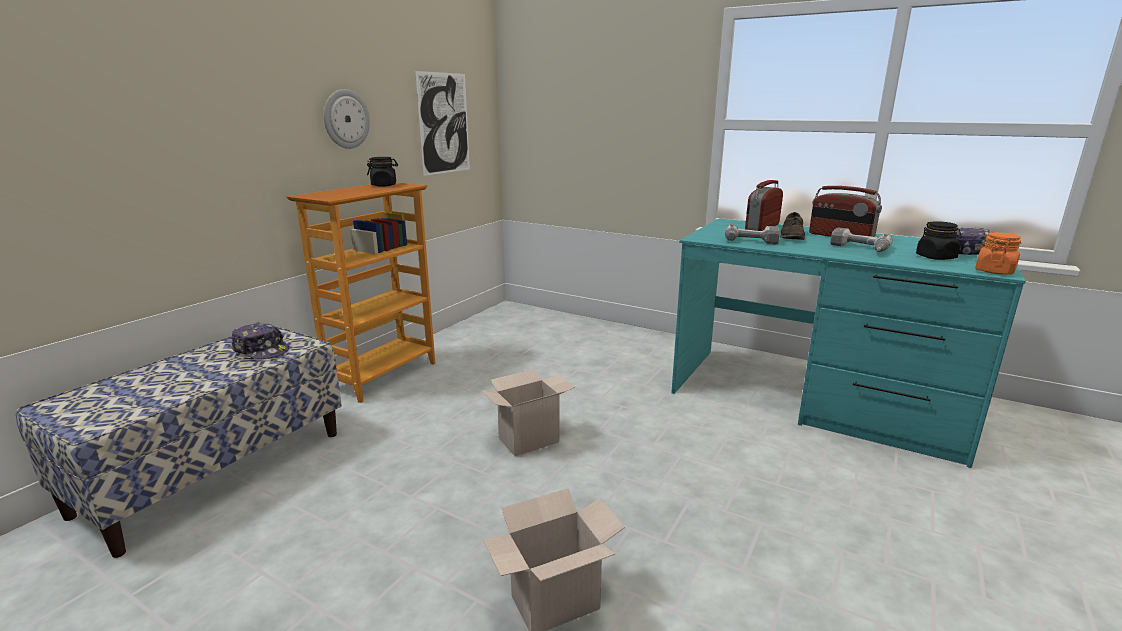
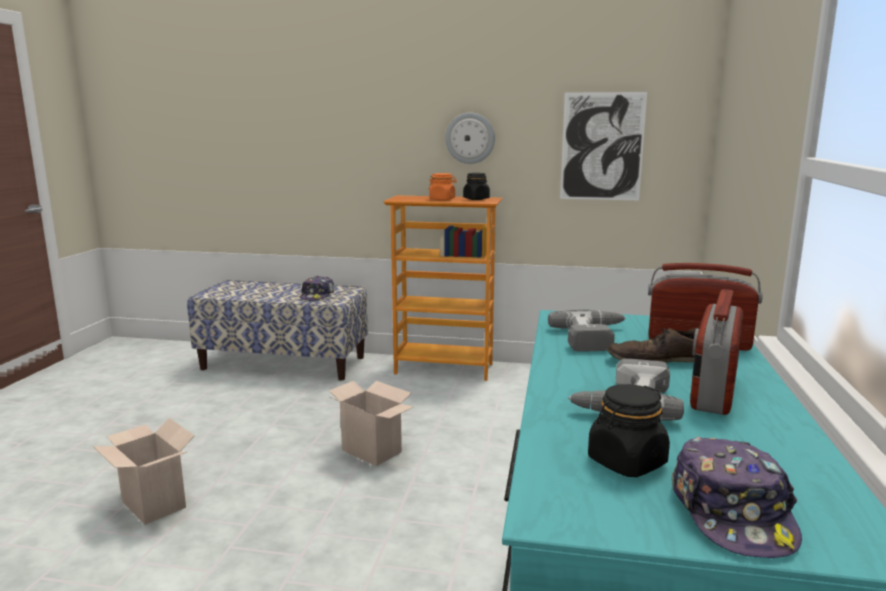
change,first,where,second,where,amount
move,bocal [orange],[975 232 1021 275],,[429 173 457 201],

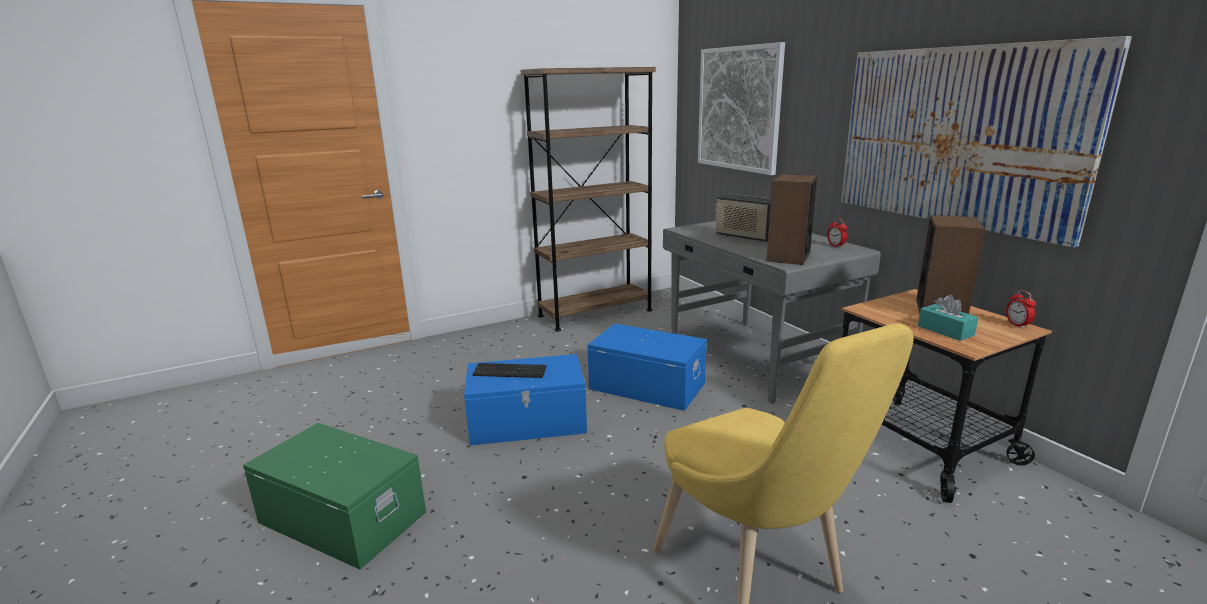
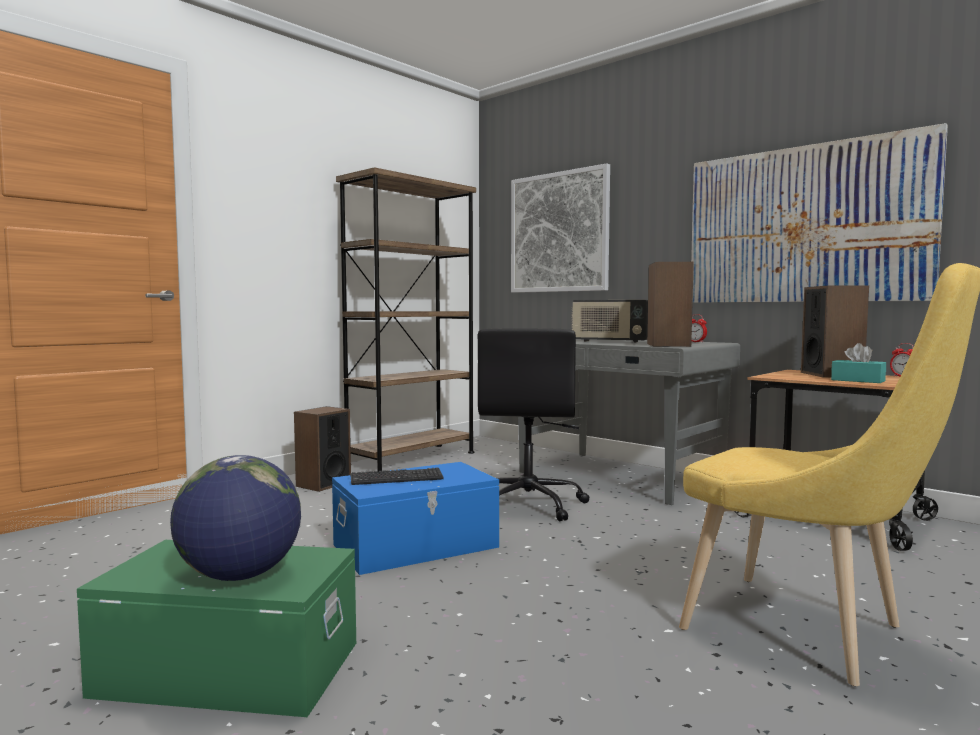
change,first,where,second,where,amount
replace,boîte de rangement [bleu],[587 324 707 411],chaise de bureau [noir],[478 328 590 521],
insert,,,globe,[170 455 301 581],
insert,,,enceinte,[294 406 351 492],

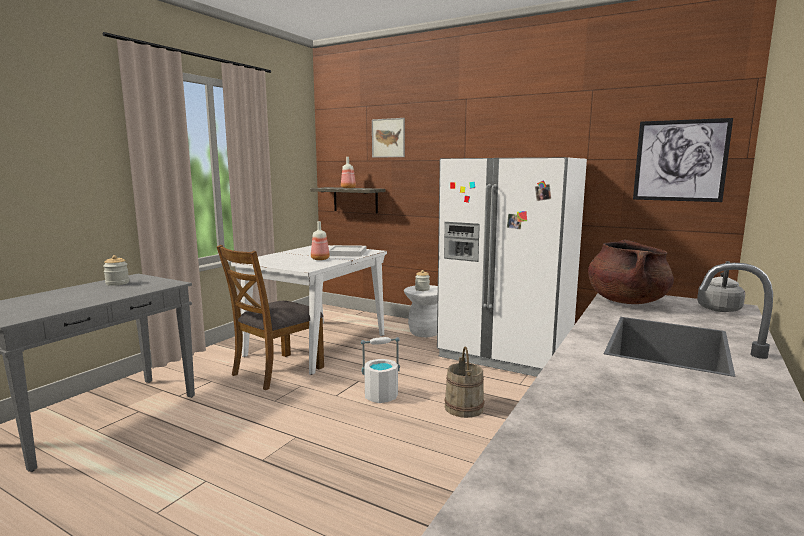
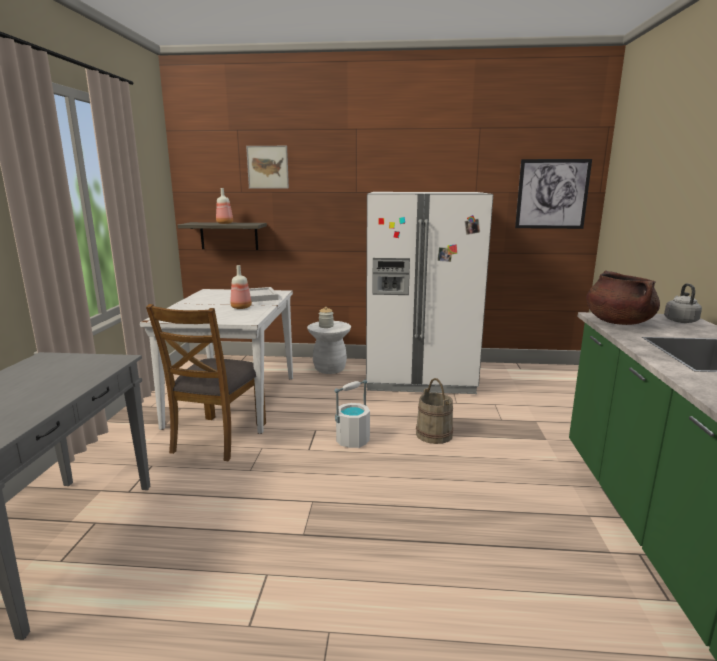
change,first,where,second,where,amount
delete,bocal,[103 255 129 286],,,

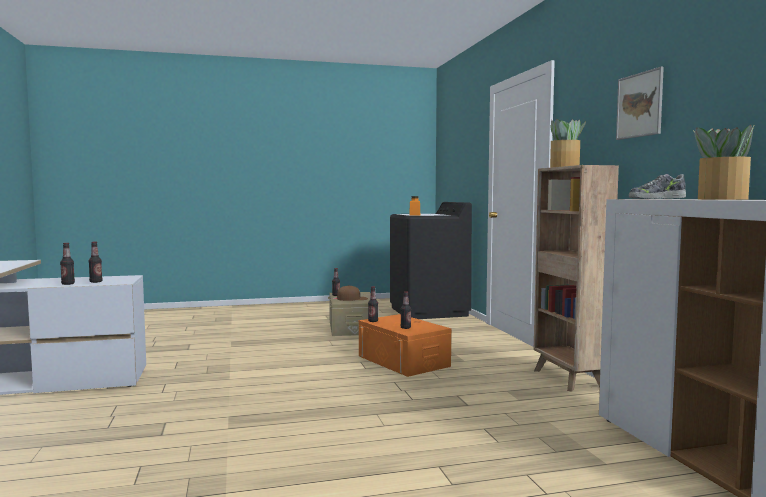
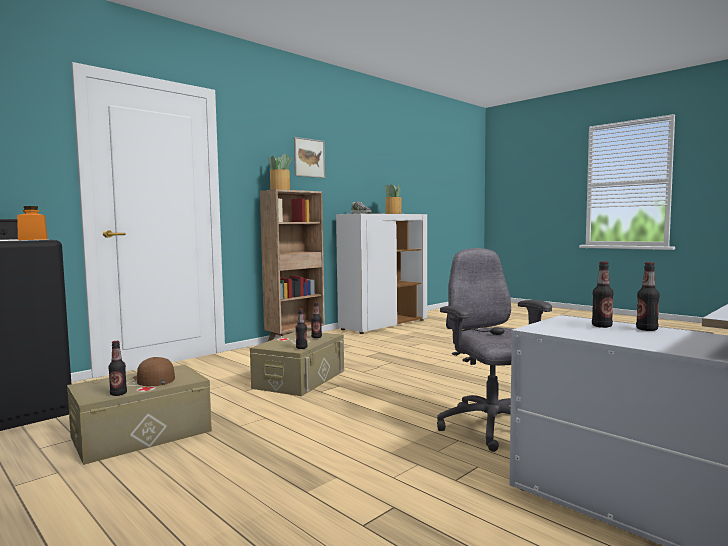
change,first,where,second,where,amount
recolor,boîte de rangement [orange],[359 314 451 377],boîte de rangement [beige],[250 331 344 396],
insert,,,chaise de bureau [gris],[437 248 552 452],

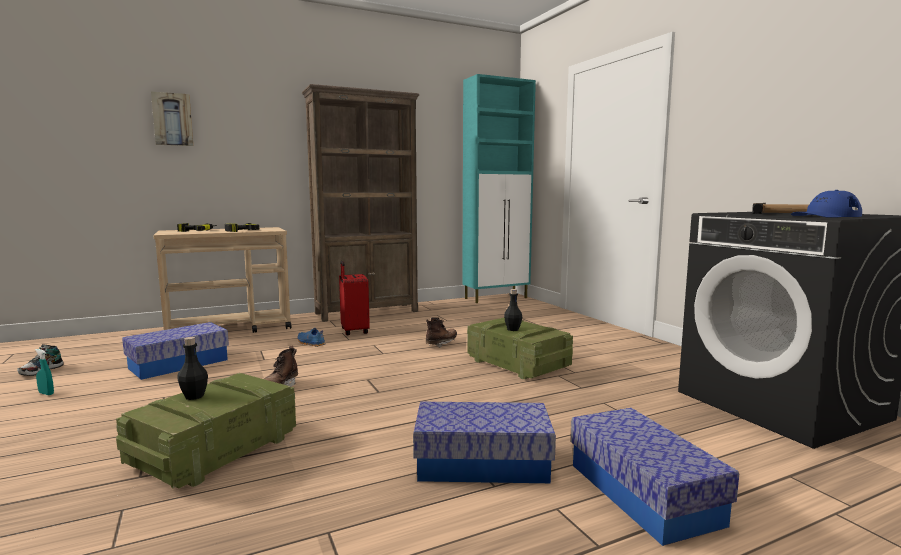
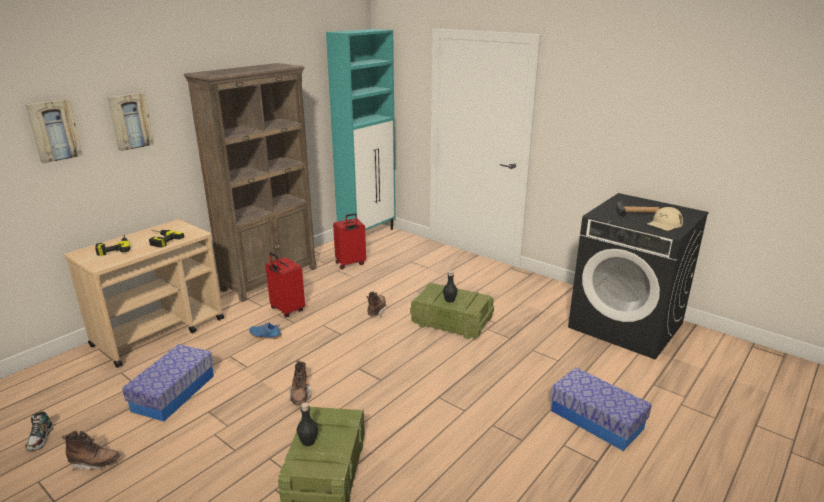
change,first,where,second,where,amount
replace,vaporisateur [turquoise],[35 349 54 395],botte [marron],[62 431 120 471],
delete,boîte de rangement,[413 402 556 483],,,
recolor,casquette [bleu],[791 190 862 218],casquette [beige],[647 207 683 231],
insert,,,tableau,[107 93 154 151],
insert,,,valise [rouge],[333 213 366 269],

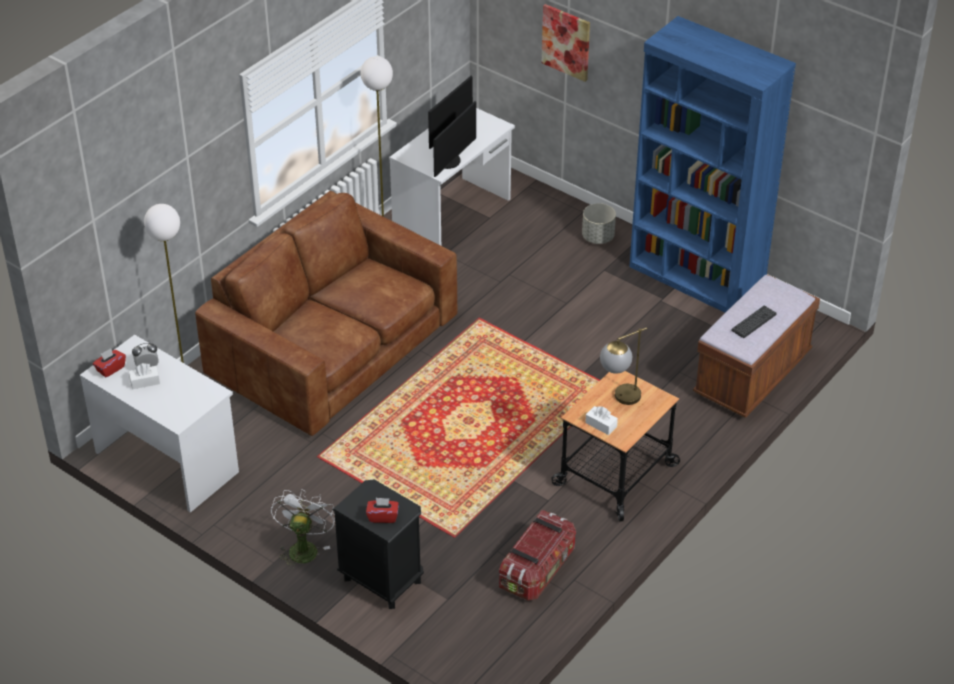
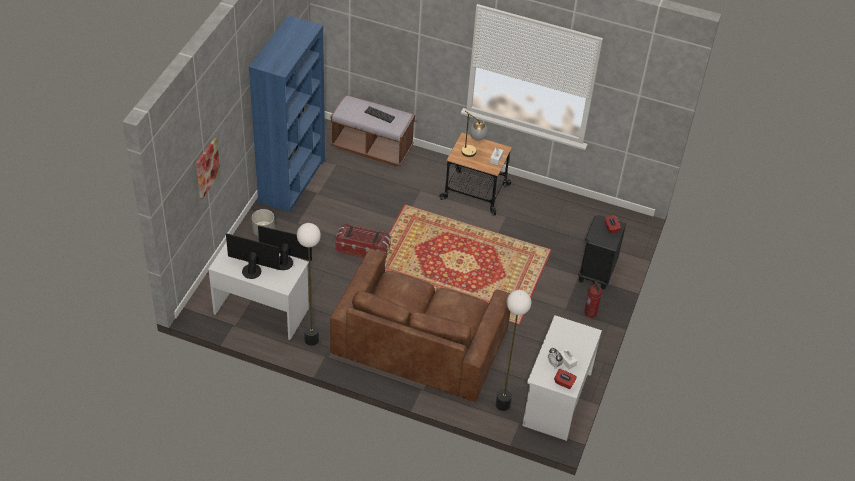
change,first,where,second,where,amount
replace,ventilateur [blanc],[271 489 335 569],extincteur,[584 281 602 318],
move,boîte de rangement,[499 510 576 601],,[336 224 391 260],

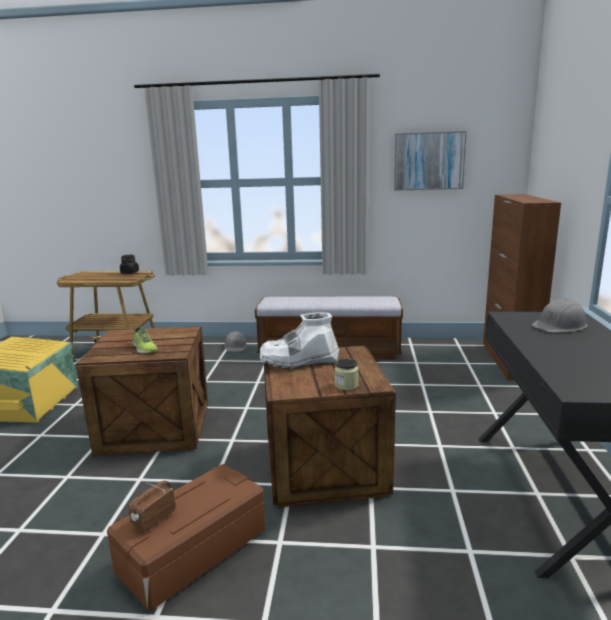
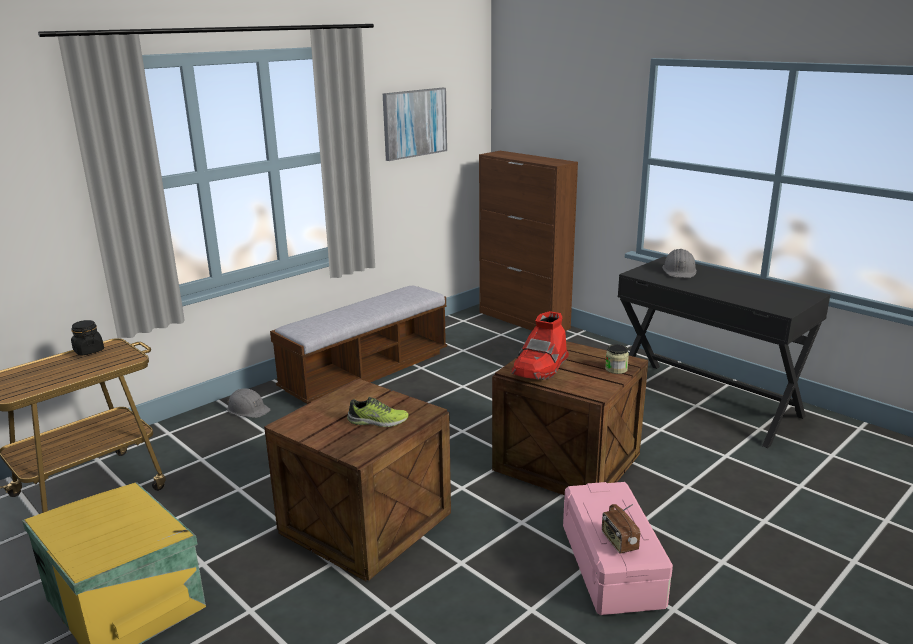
change,first,where,second,where,amount
recolor,boîte de rangement [marron],[107 464 265 610],boîte de rangement [rose],[563 482 673 615],
recolor,botte [blanc],[260 312 339 370],botte [rouge],[512 311 569 380],

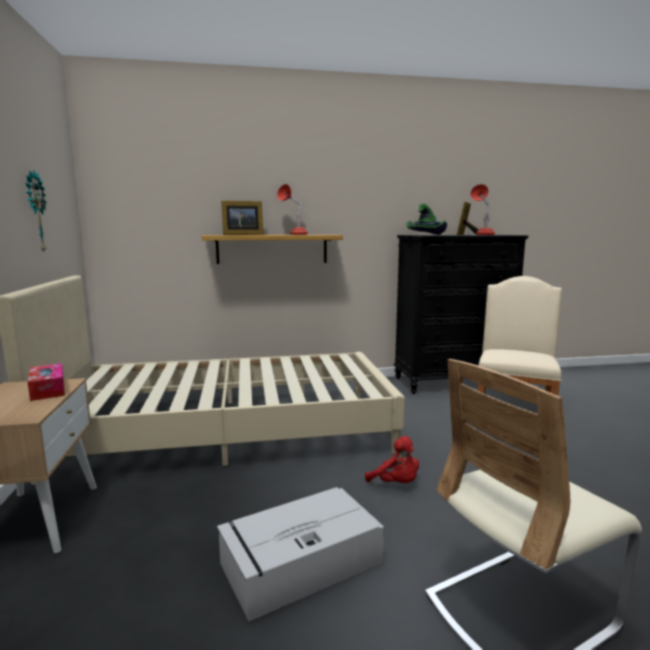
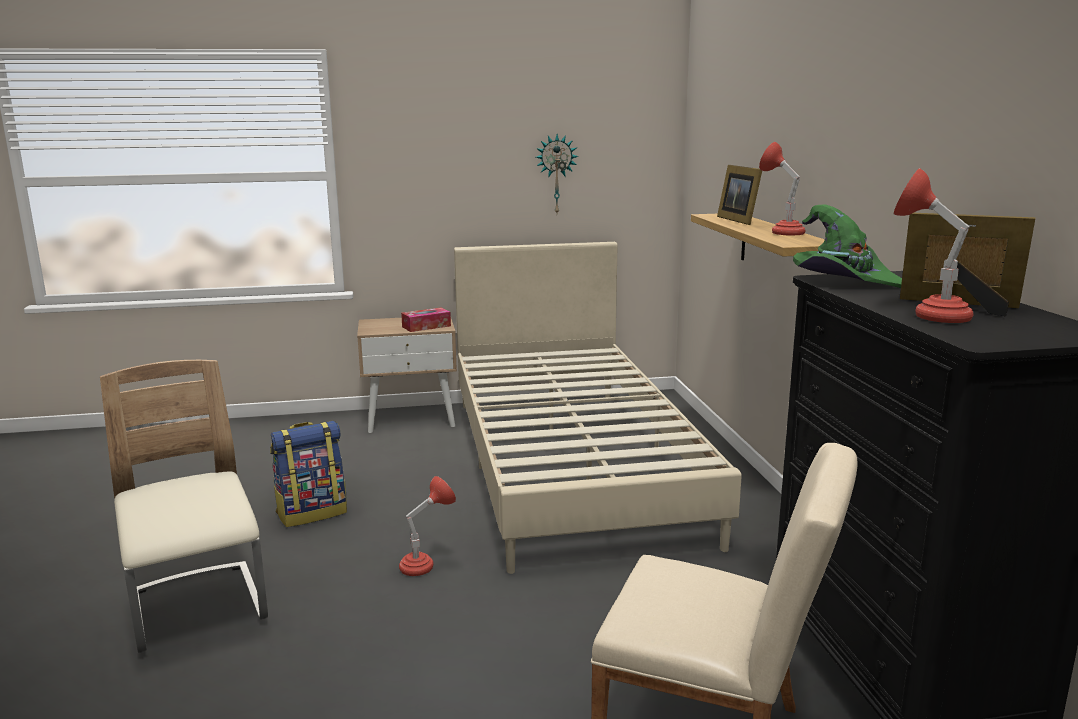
change,first,where,second,where,amount
replace,boîte de rangement [gris],[217 487 384 622],sac à dos,[270 421 347 527],
replace,peluche [rouge],[365 436 419 483],lampe de table [rouge],[399 476 456 576],

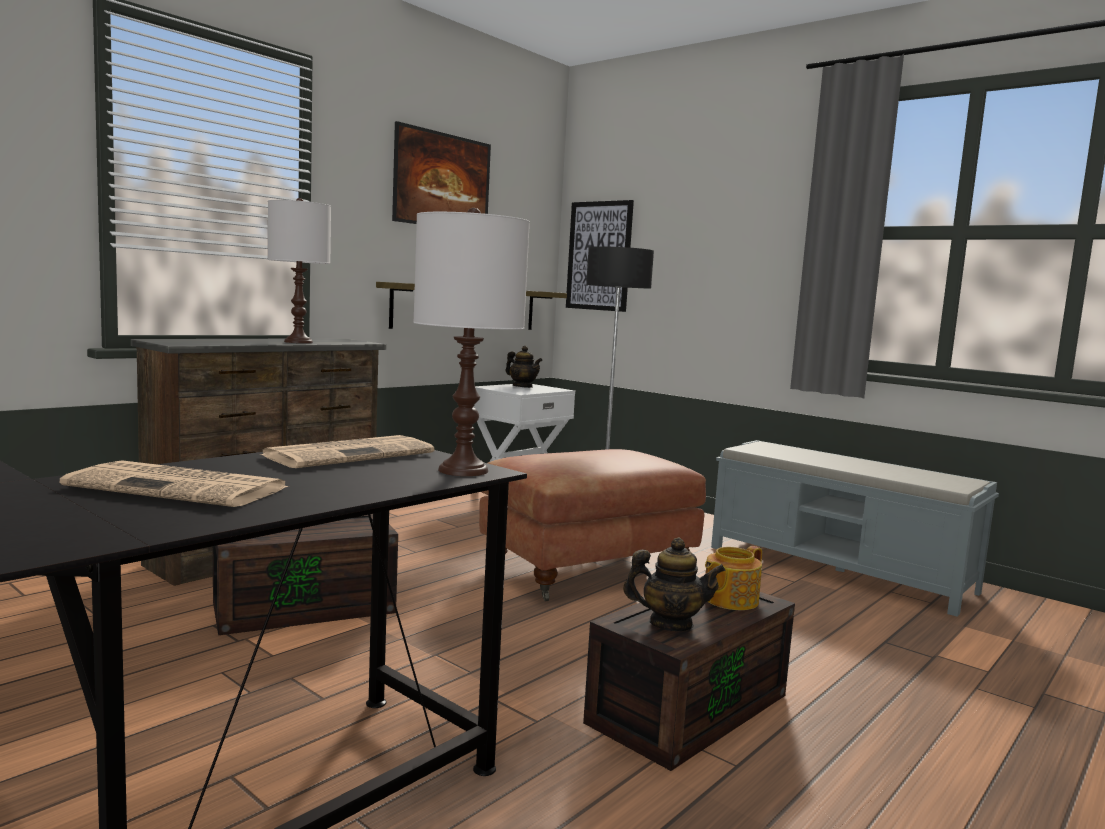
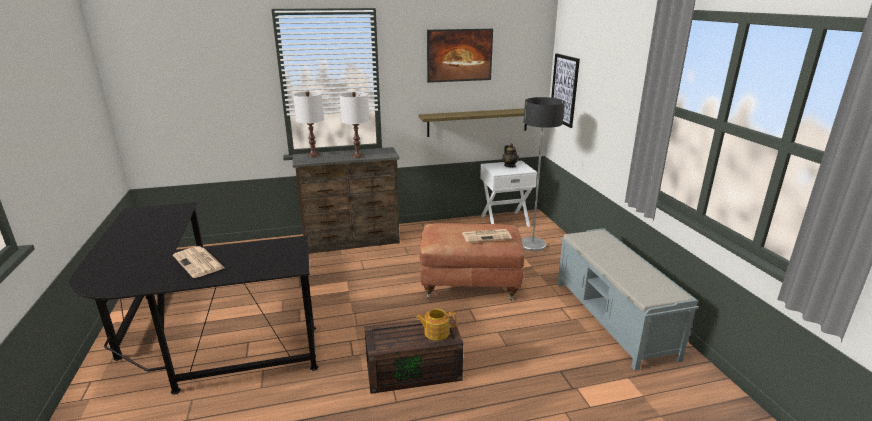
change,first,where,second,where,amount
delete,boîte de rangement [marron],[213 514 398 635],,,
move,journal,[260 435 434 468],,[462 229 512 243],
move,lampe de table [blanc],[413 208 530 476],,[293 91 324 157],
delete,théière,[623 538 726 631],,,

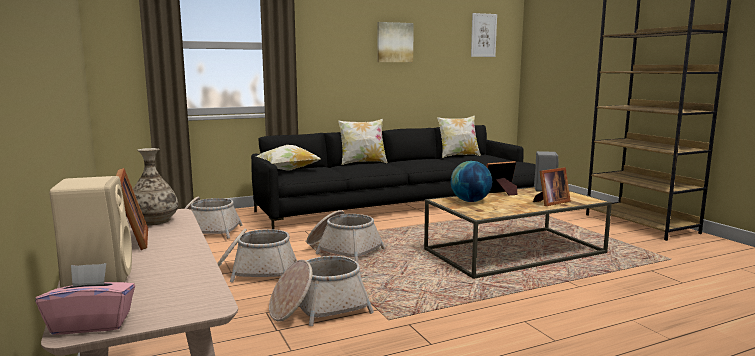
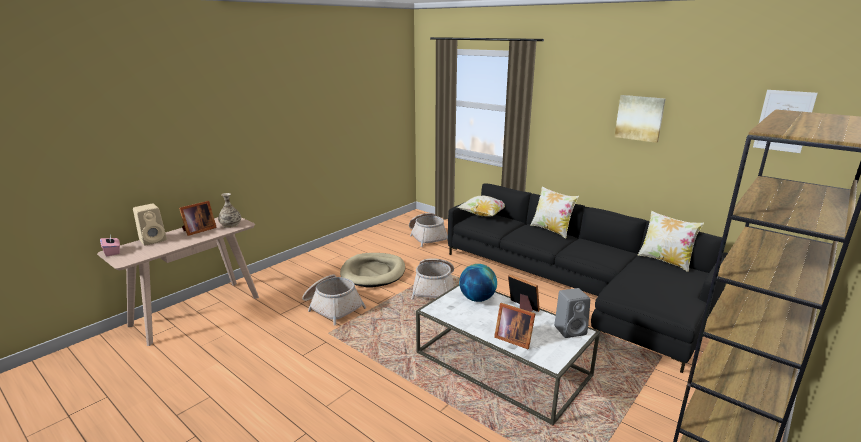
change,first,where,second,where,amount
replace,panier,[217 228 297 283],panier pour chien [beige],[340 253 405 287],
recolor,table basse [marron],[424 187 612 279],table basse [blanc],[416 284 600 425],

